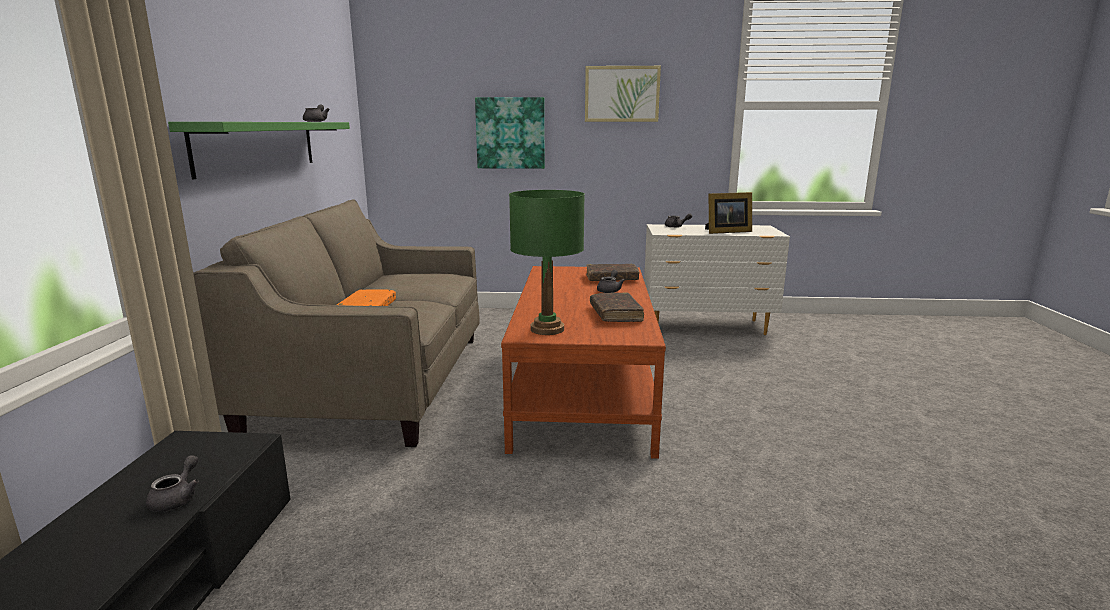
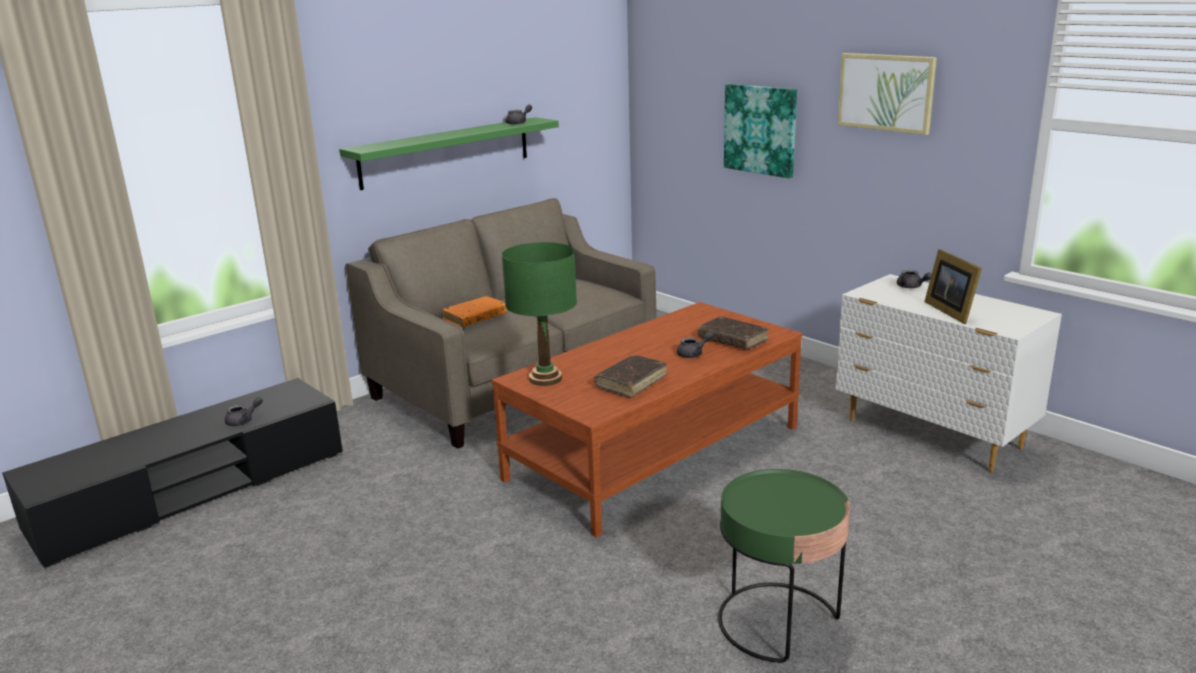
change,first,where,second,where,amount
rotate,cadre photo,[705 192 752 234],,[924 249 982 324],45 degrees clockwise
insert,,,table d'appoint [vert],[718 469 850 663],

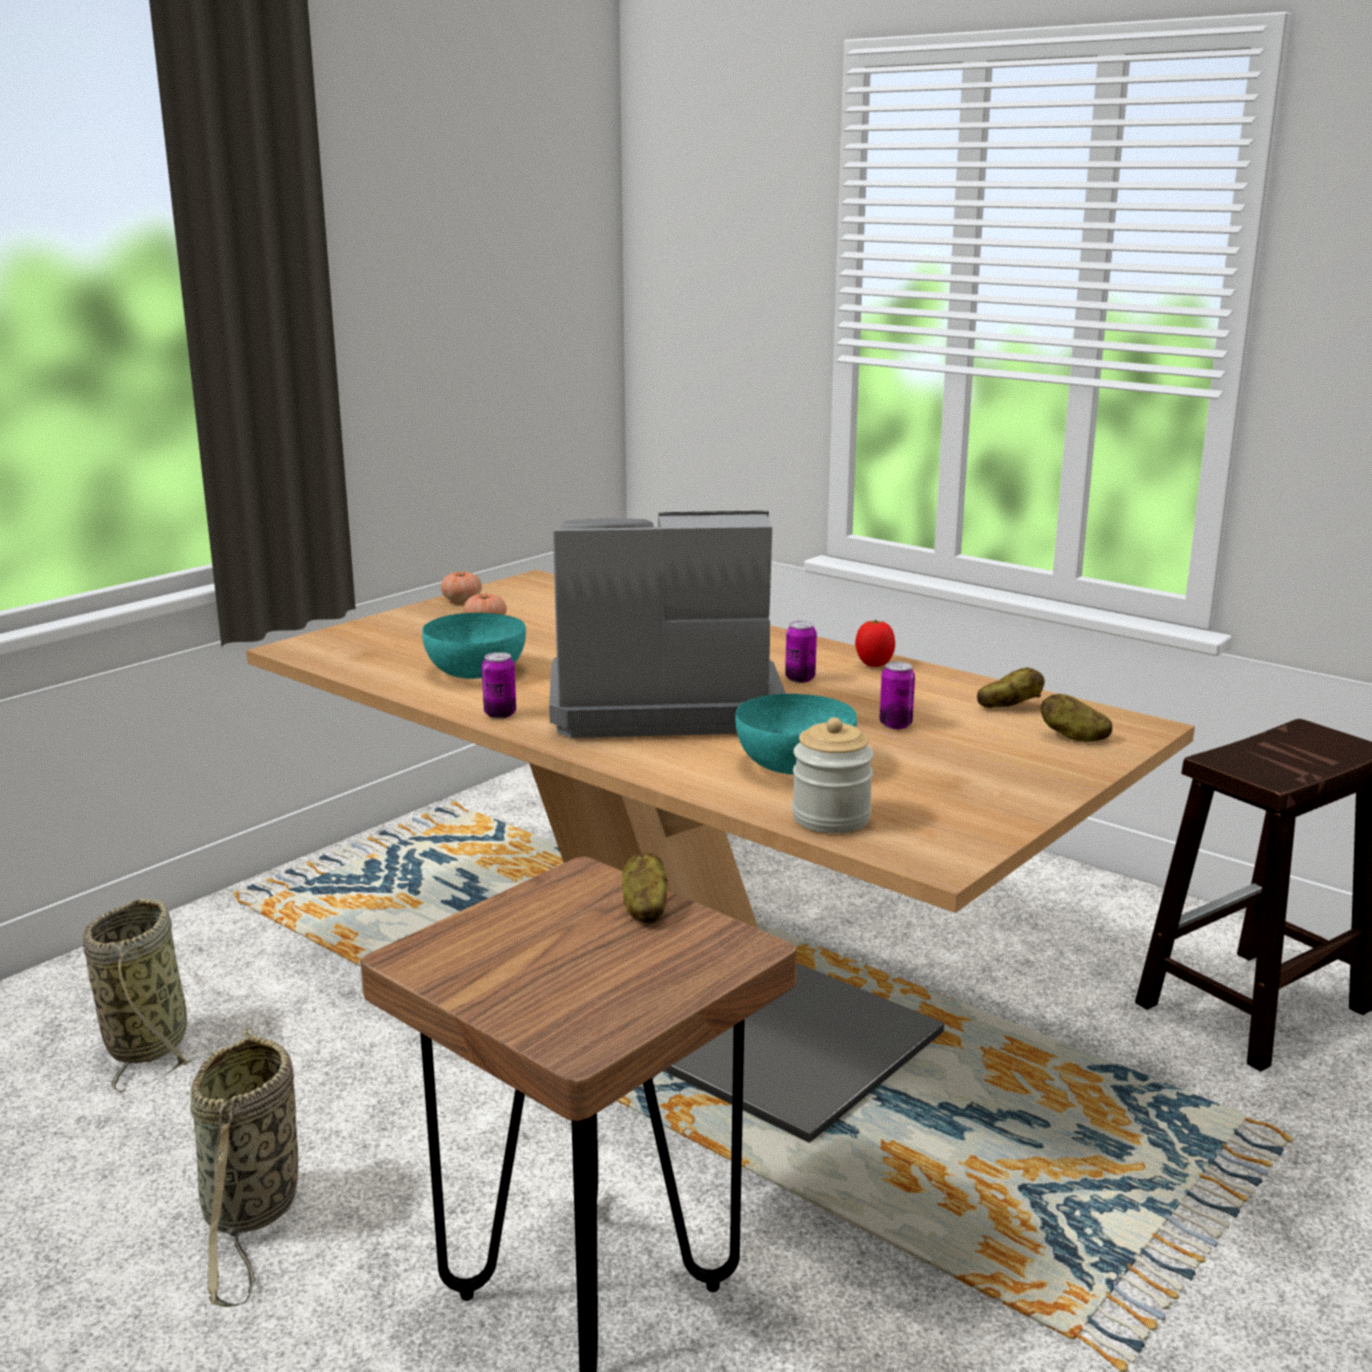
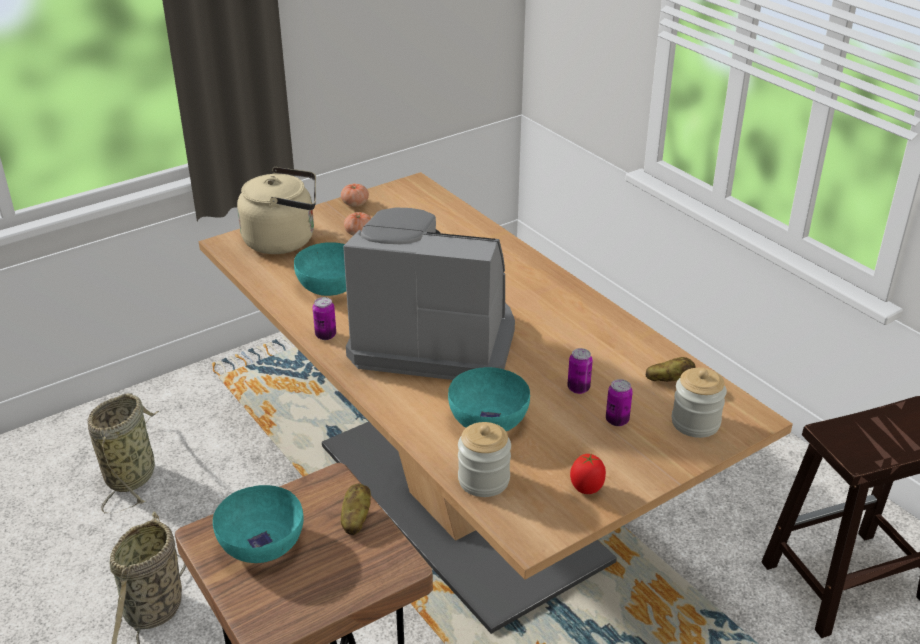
change,first,where,second,where,amount
move,boîte métallique,[785 621 817 683],,[606 379 633 426],
move,tomate,[855 620 895 667],,[570 453 606 494],
replace,pomme de terre,[1040 694 1112 742],bocal,[672 368 727 438],
insert,,,bol [turquoise],[213 485 304 563],
insert,,,bouilloire [beige],[237 167 316 254],

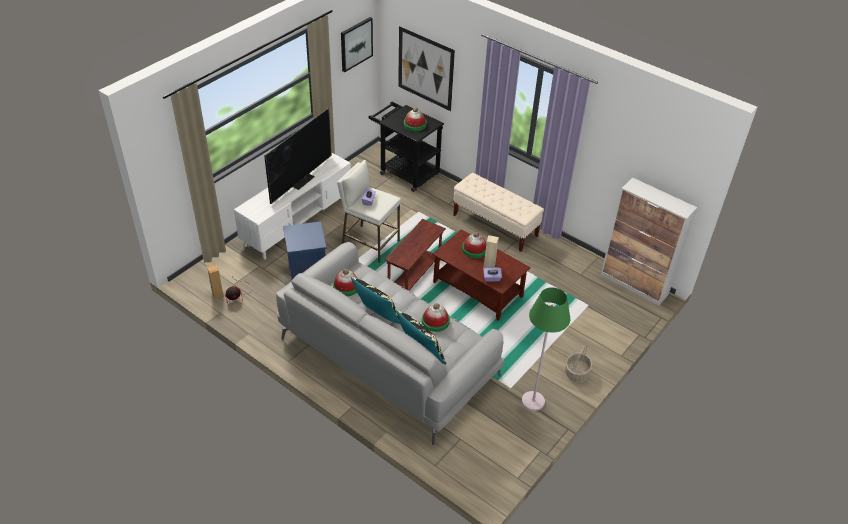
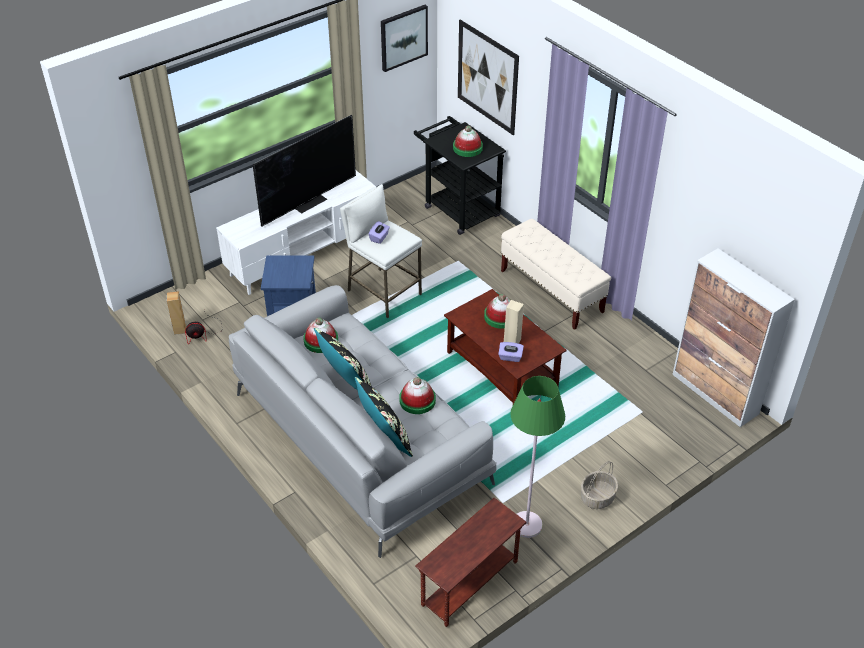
change,first,where,second,where,amount
move,table d'appoint [marron],[385 219 446 291],,[415 498 527 627],

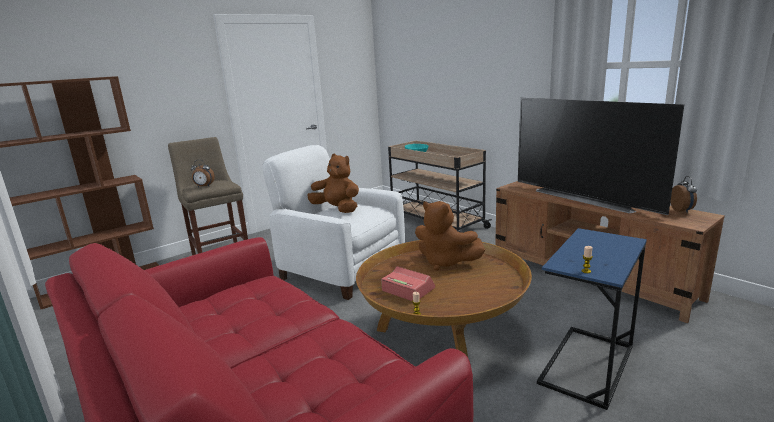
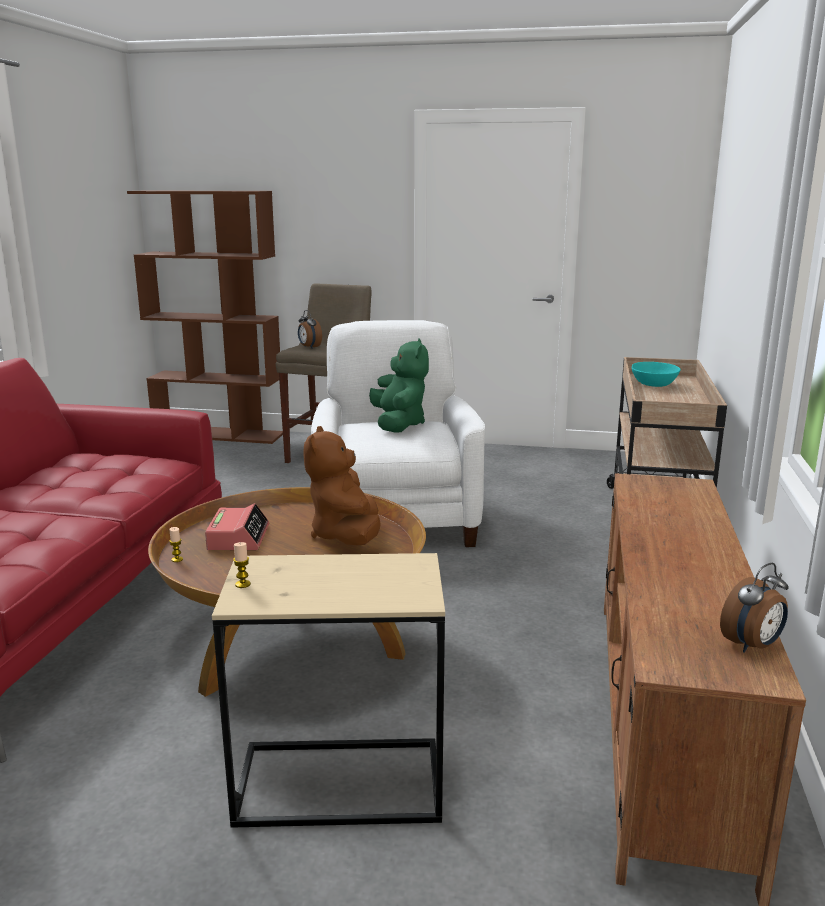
change,first,where,second,where,amount
recolor,peluche [marron],[307 153 359 213],peluche [vert],[369 338 429 433],
delete,téléviseur,[518 98 684 215],,,
recolor,table d'appoint [bleu],[537 228 647 410],table d'appoint [beige],[212 553 445 828],

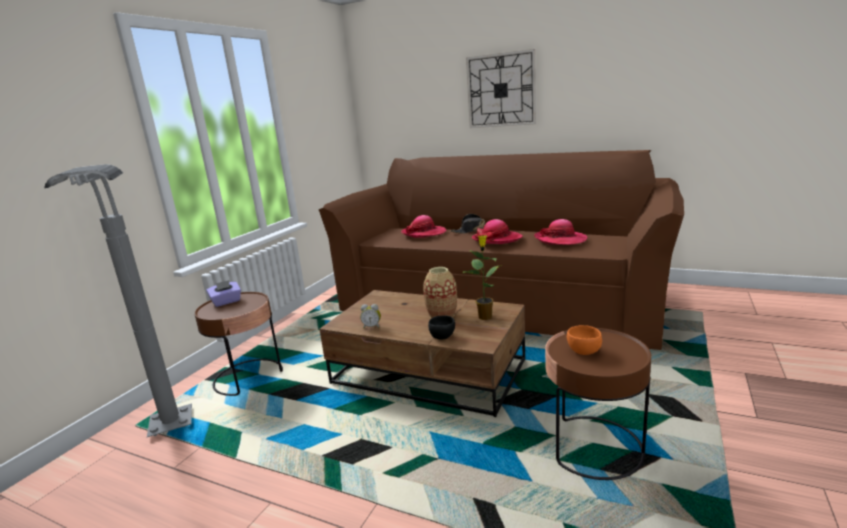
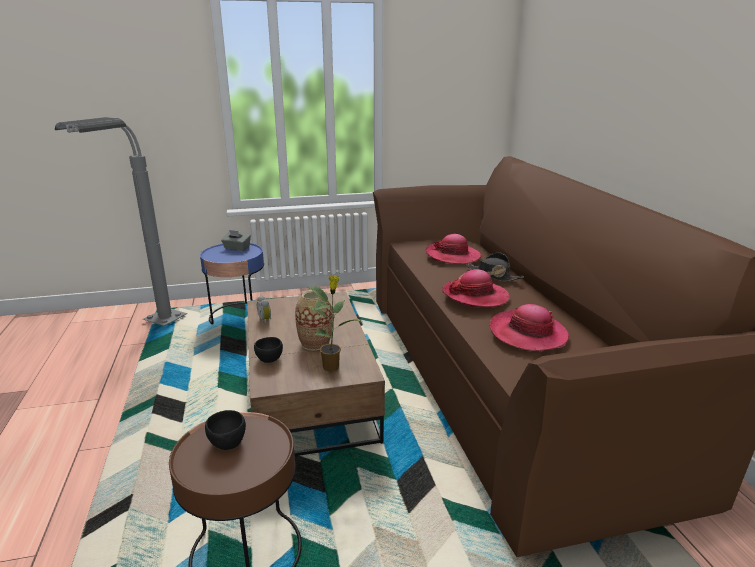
change,first,where,second,where,amount
recolor,table d'appoint [marron],[194 292 283 396],table d'appoint [bleu],[200 243 264 324],
recolor,boîte à mouchoirs [violet],[206 280 241 307],boîte à mouchoirs [gris],[221 230 251 251],
delete,horloge murale,[466 49 536 128],,,
recolor,bol [orange],[567 325 602 355],bol [noir],[205 410 246 450],

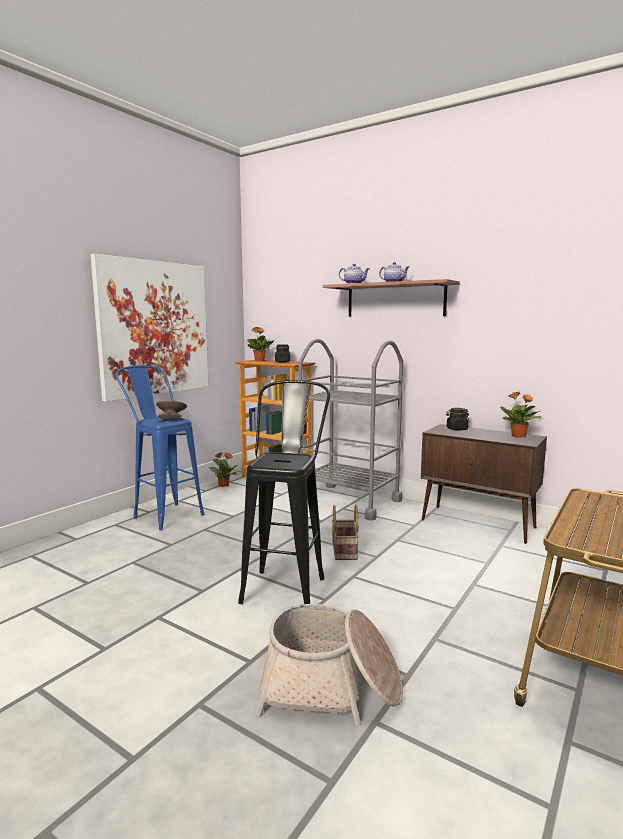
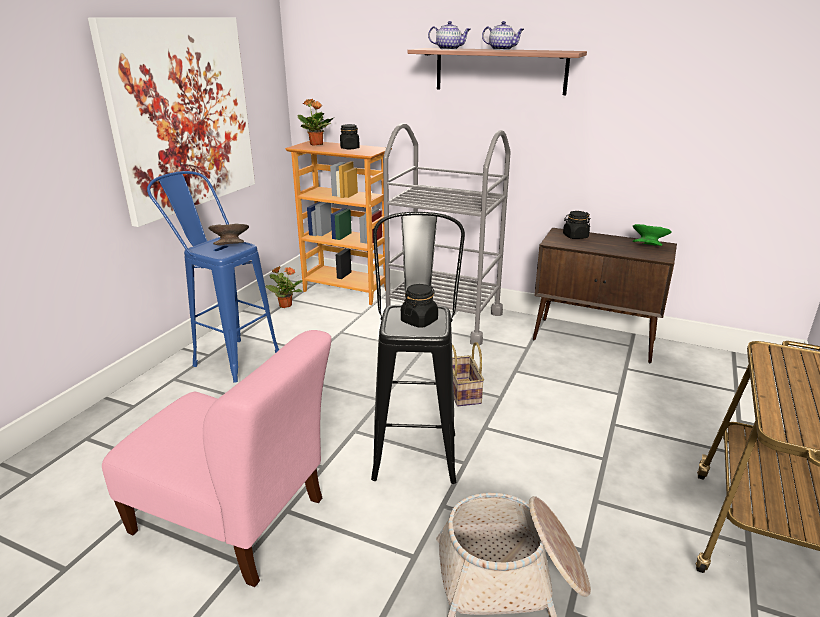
change,first,where,second,where,amount
replace,plante en pot,[500 392 541 438],bol [vert],[633 224 672 246],
insert,,,chaise [rose],[102 330 332 587],
insert,,,bocal [noir],[401 284 438 328],

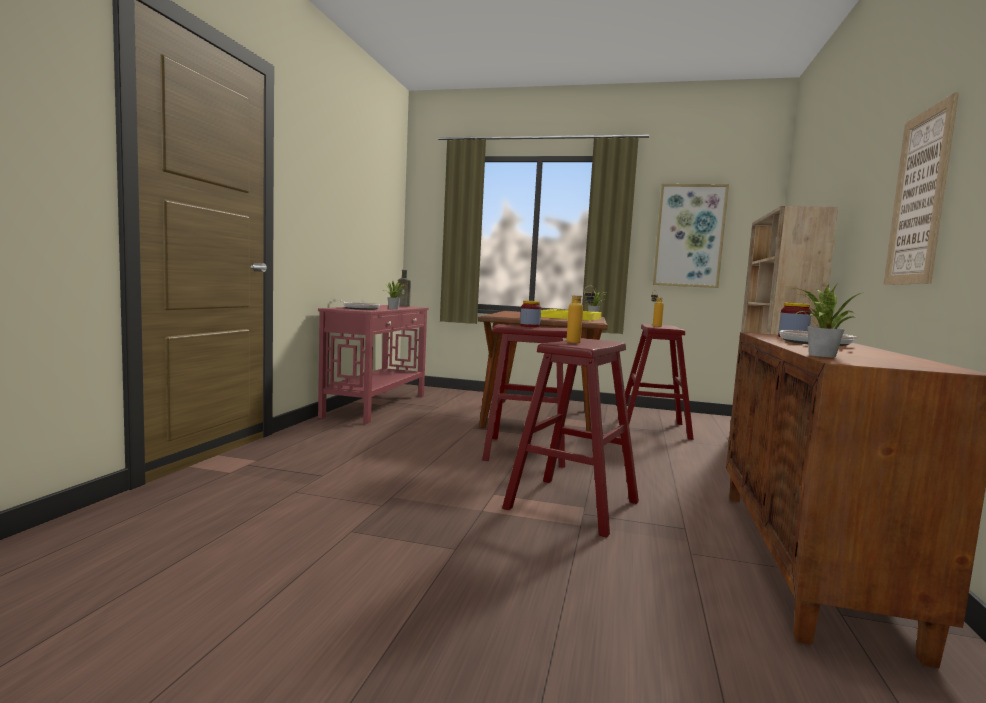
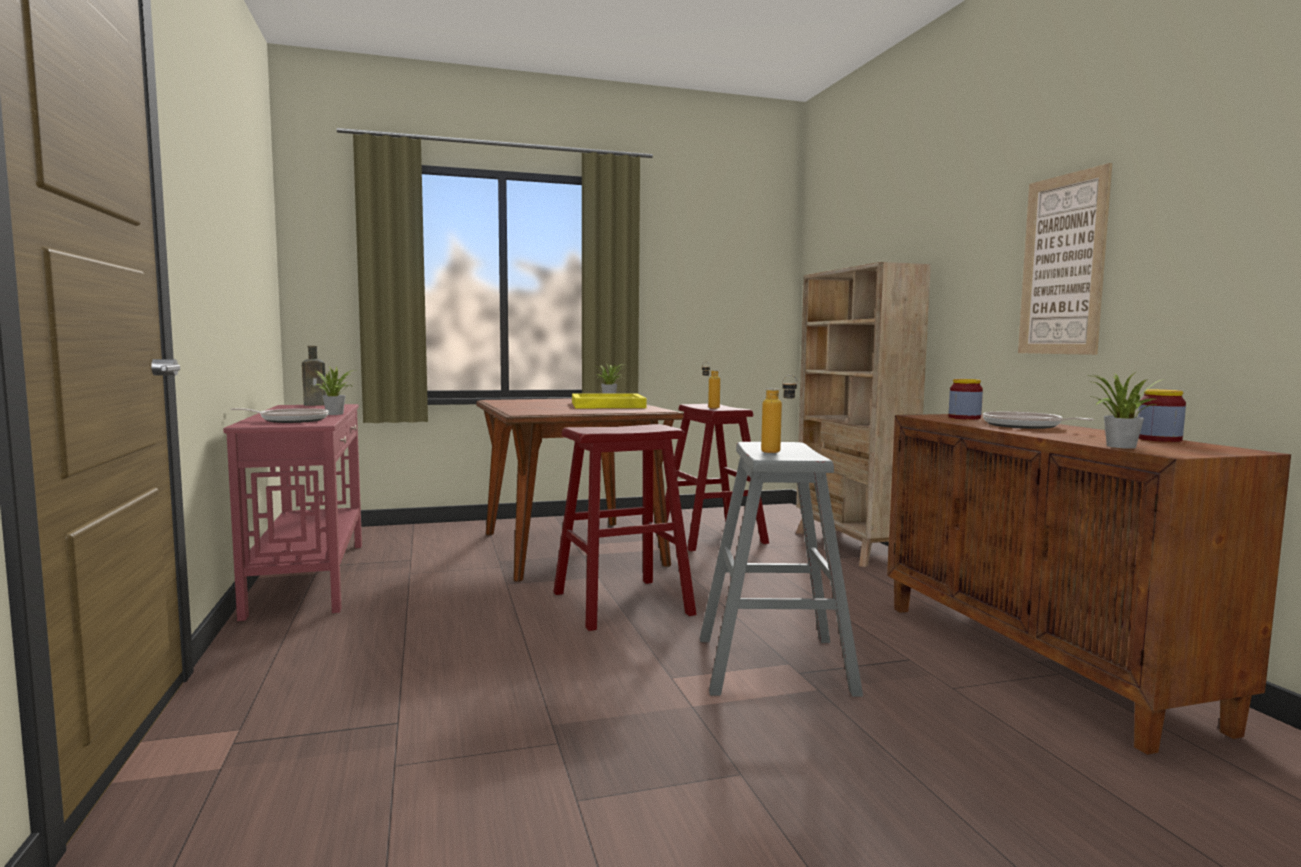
change,first,where,second,where,amount
recolor,tabouret [rouge],[502 338 639 538],tabouret [gris],[700 442 863 697],
move,bocal,[520 301 541 327],,[1138 389 1186 442],
delete,tableau,[653 184 729 288],,,

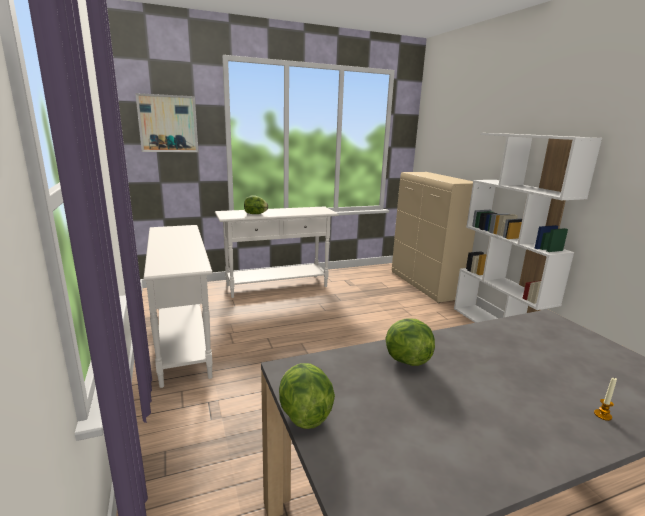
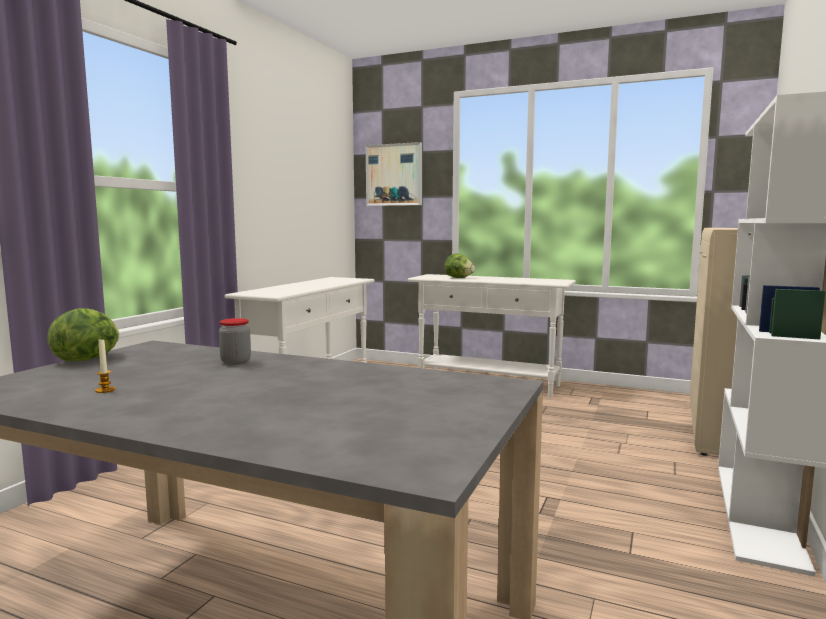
change,first,where,second,where,amount
replace,laitue,[386 318 435 366],bocal,[219 318 251 365],
move,bougie,[594 377 617 421],,[95 338 115 393],

